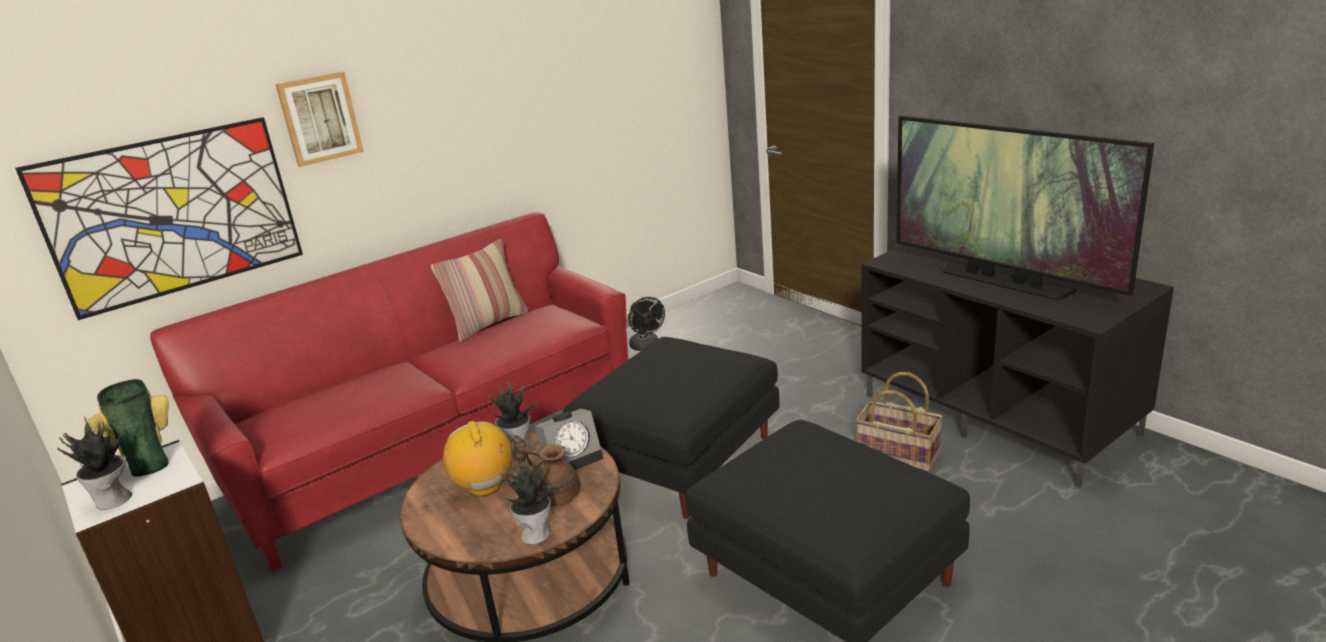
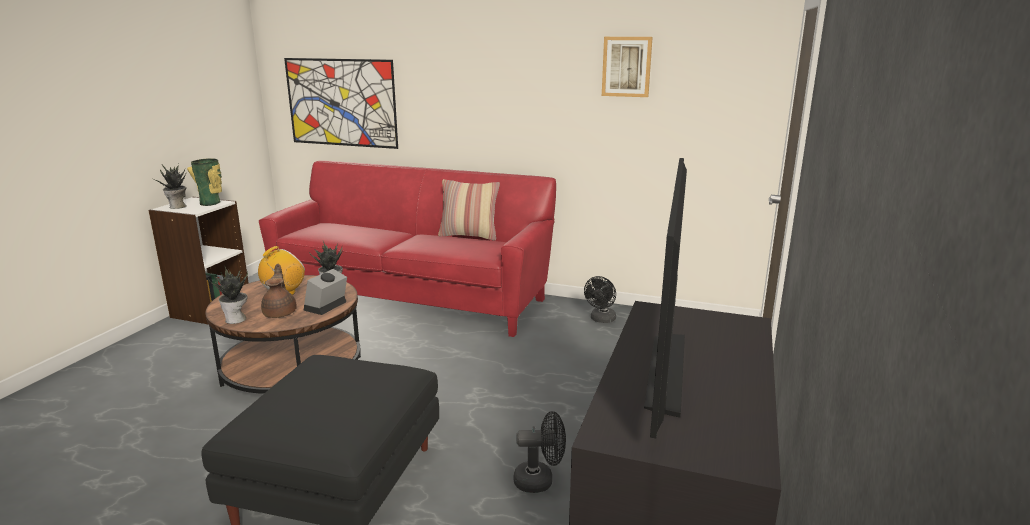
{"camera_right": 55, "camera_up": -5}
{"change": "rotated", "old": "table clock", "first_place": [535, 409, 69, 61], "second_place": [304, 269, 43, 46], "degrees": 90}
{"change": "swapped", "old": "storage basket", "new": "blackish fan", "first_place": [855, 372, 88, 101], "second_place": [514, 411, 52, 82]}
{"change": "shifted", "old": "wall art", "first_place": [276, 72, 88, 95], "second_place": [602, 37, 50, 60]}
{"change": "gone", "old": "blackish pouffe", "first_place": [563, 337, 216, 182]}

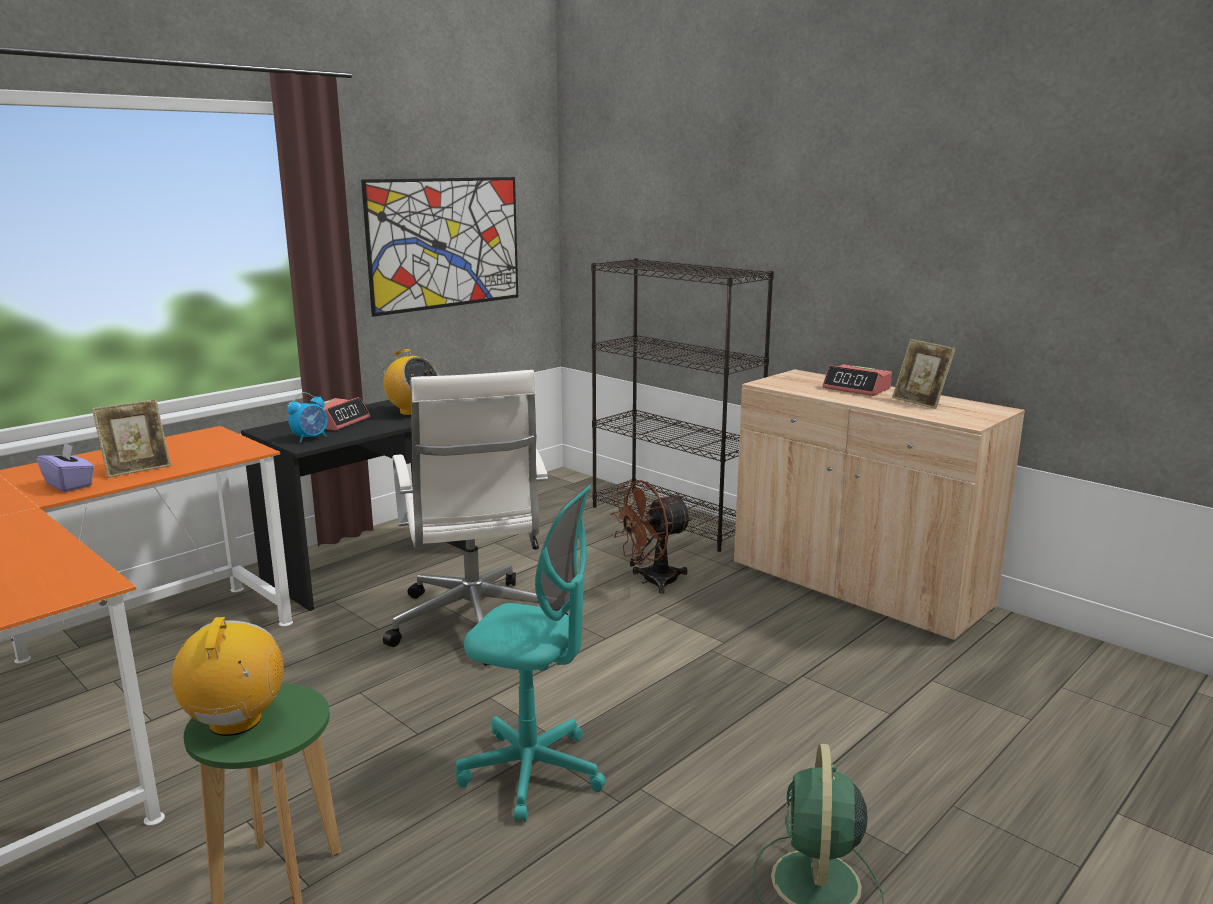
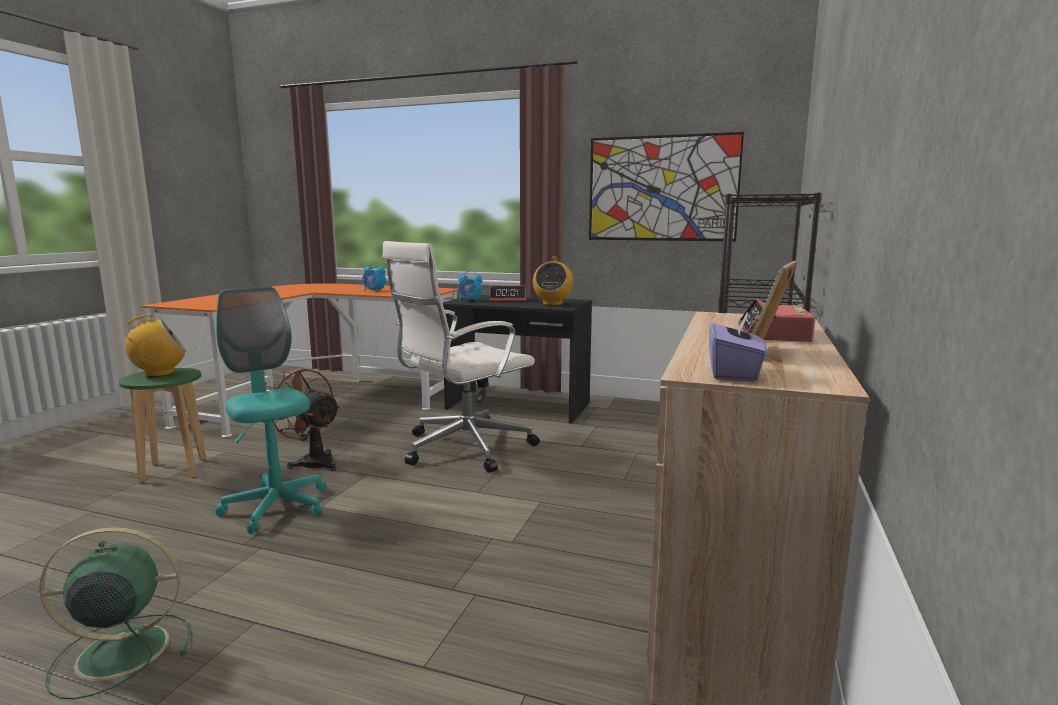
{"camera_right": 65, "camera_up": -5}
{"change": "rotated", "old": "blue-green computer chair", "first_place": [456, 484, 150, 338], "second_place": [216, 286, 110, 248], "degrees": 150}
{"change": "shifted", "old": "brownish fan", "first_place": [610, 480, 83, 114], "second_place": [268, 368, 72, 103]}
{"change": "swapped", "old": "picture frame", "new": "table clock", "first_place": [92, 399, 79, 79], "second_place": [362, 262, 24, 30]}
{"change": "shifted", "old": "purple tissue box", "first_place": [37, 443, 57, 49], "second_place": [709, 310, 58, 72]}

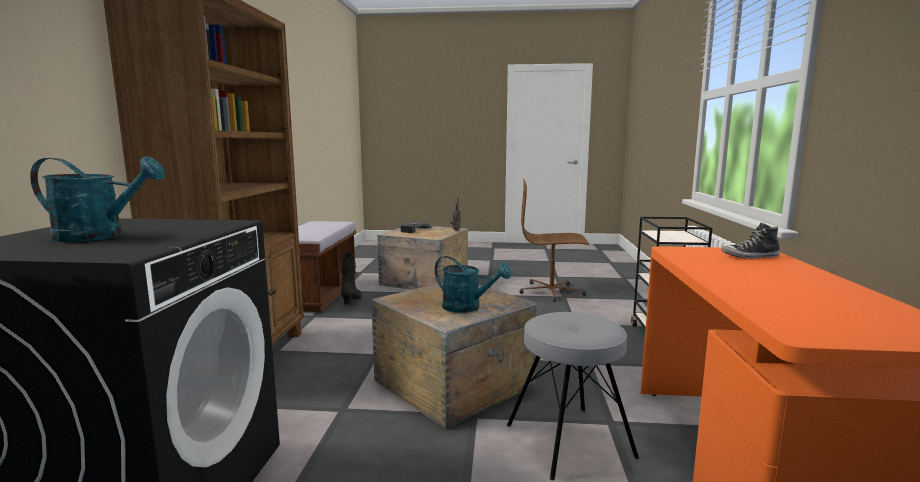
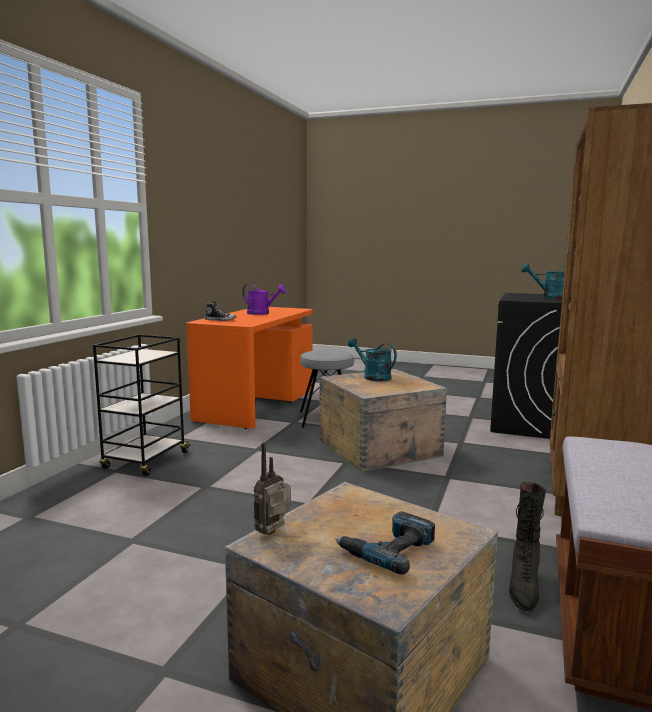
{"camera_right": -165, "camera_up": 0}
{"change": "new", "new": "purple watering can", "second_place": [242, 283, 44, 32]}
{"change": "gone", "old": "brownish computer chair", "first_place": [519, 179, 70, 123]}

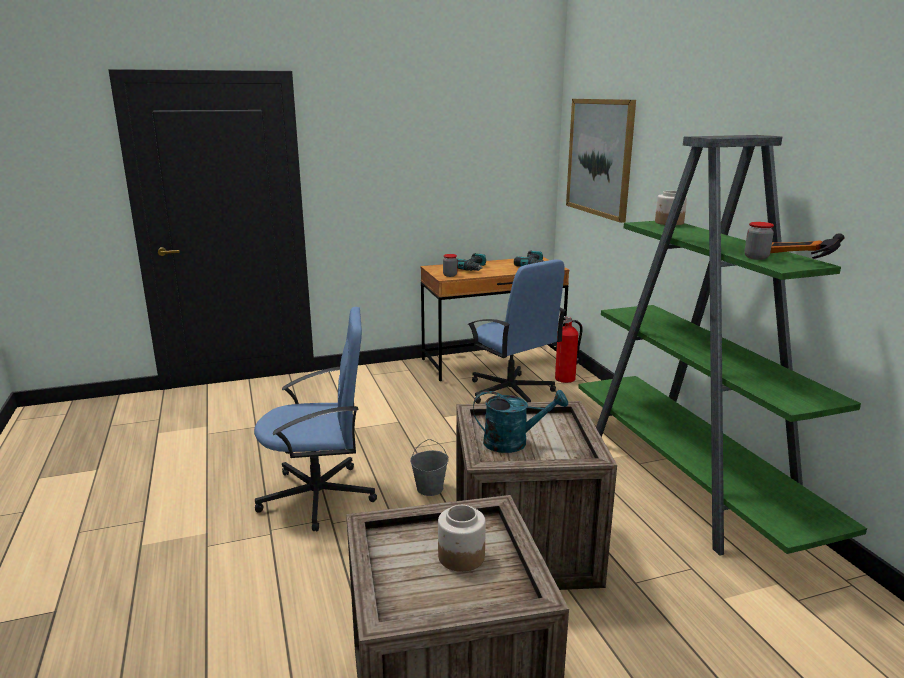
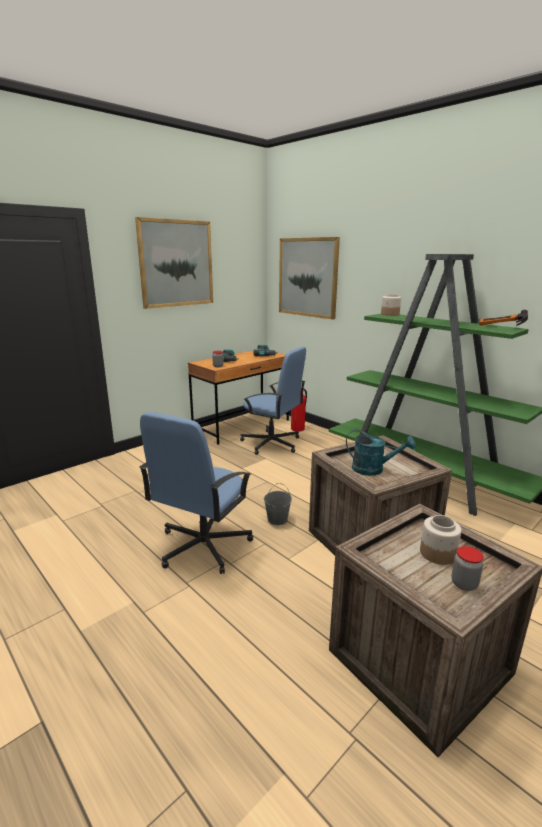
{"camera_right": -25, "camera_up": 0}
{"change": "new", "new": "wall art", "second_place": [135, 217, 78, 92]}
{"change": "rotated", "old": "bluish computer chair", "first_place": [254, 307, 123, 225], "second_place": [139, 412, 114, 162], "degrees": 150}
{"change": "rotated", "old": "blue-green watering can", "first_place": [473, 390, 95, 63], "second_place": [346, 430, 70, 46], "degrees": 45}
{"change": "shifted", "old": "preserve jar", "first_place": [745, 222, 29, 38], "second_place": [451, 546, 33, 45]}

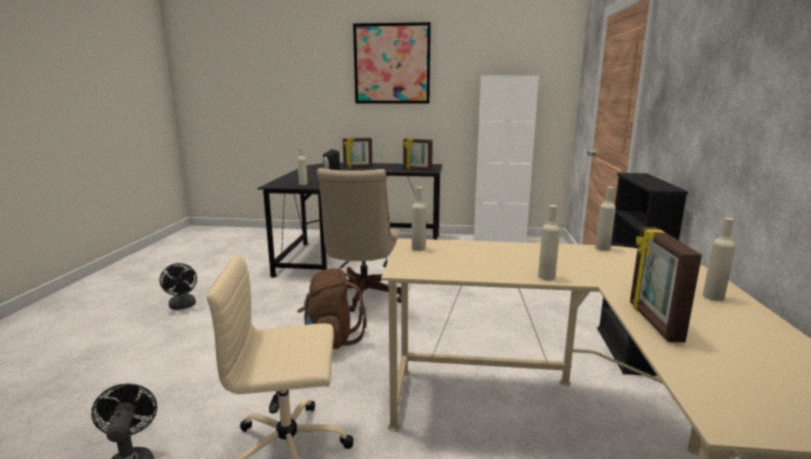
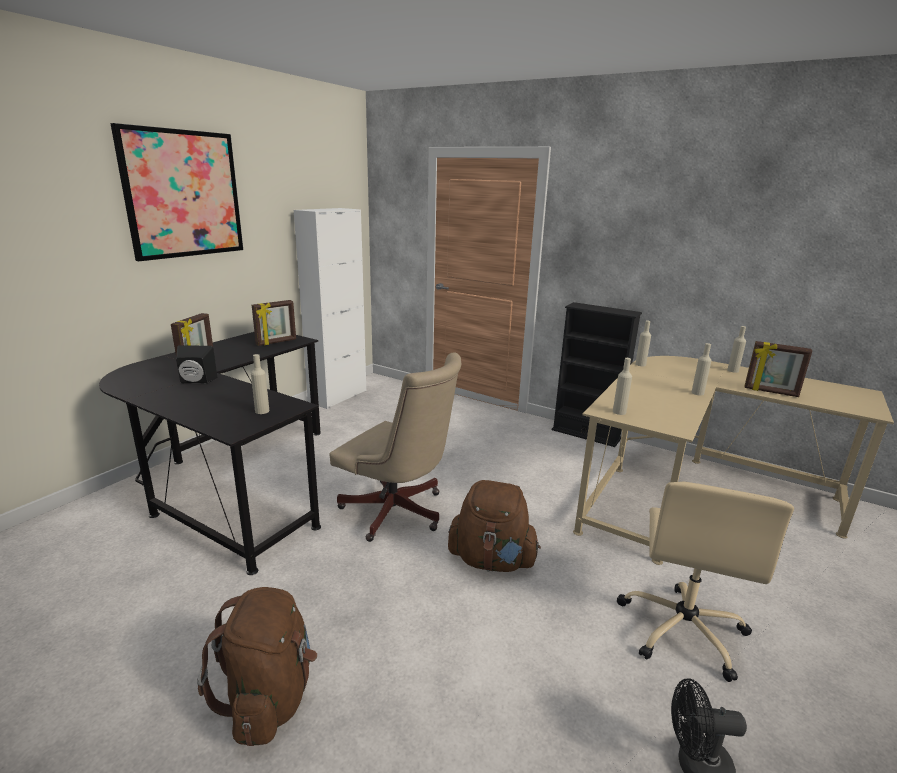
{"camera_right": -65, "camera_up": 5}
{"change": "swapped", "old": "blackish fan", "new": "brownish rucksack", "first_place": [159, 263, 38, 47], "second_place": [197, 587, 120, 159]}

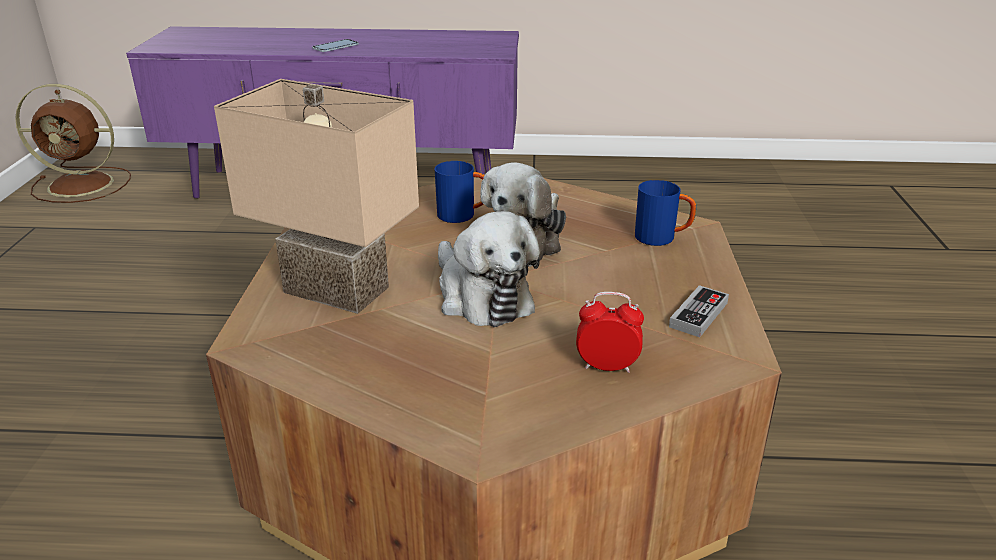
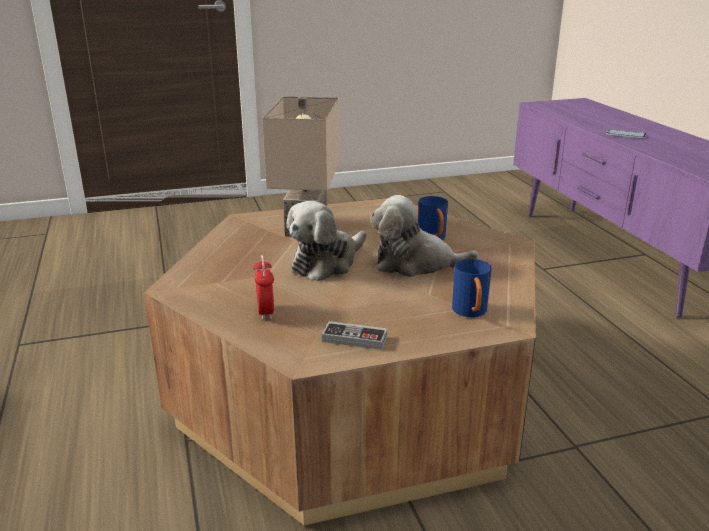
{"camera_right": 70, "camera_up": -5}
{"change": "gone", "old": "brownish fan", "first_place": [15, 84, 116, 119]}

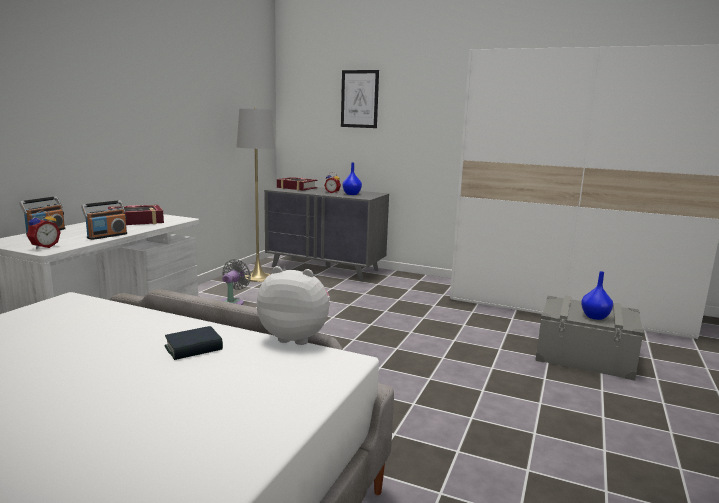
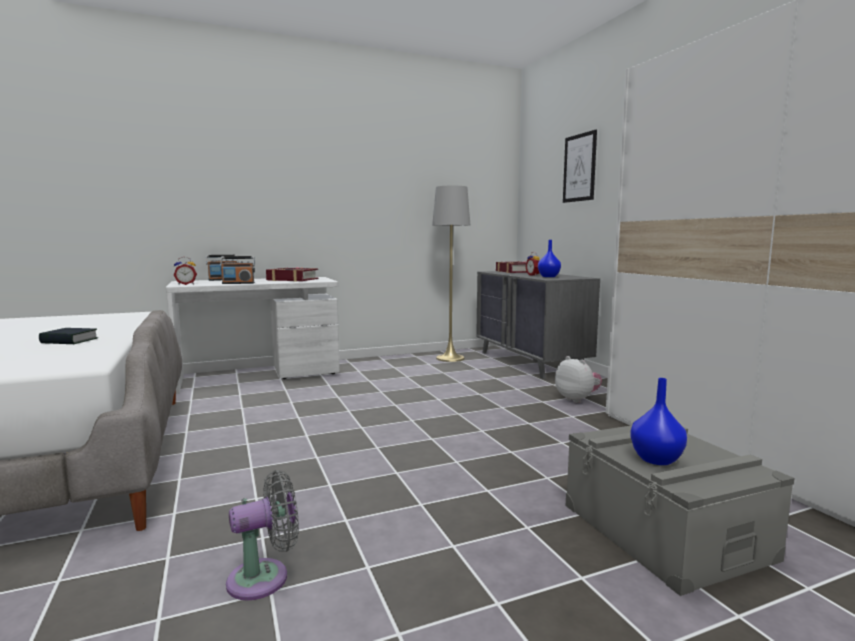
{"camera_right": 45, "camera_up": -5}
{"change": "shifted", "old": "grey fan", "first_place": [221, 259, 30, 46], "second_place": [226, 470, 73, 130]}
{"change": "shifted", "old": "soft toy", "first_place": [257, 266, 73, 79], "second_place": [555, 356, 47, 47]}

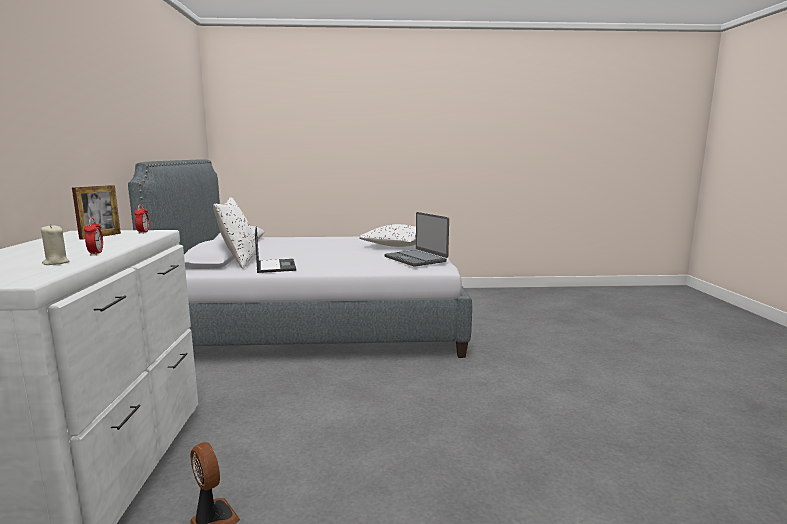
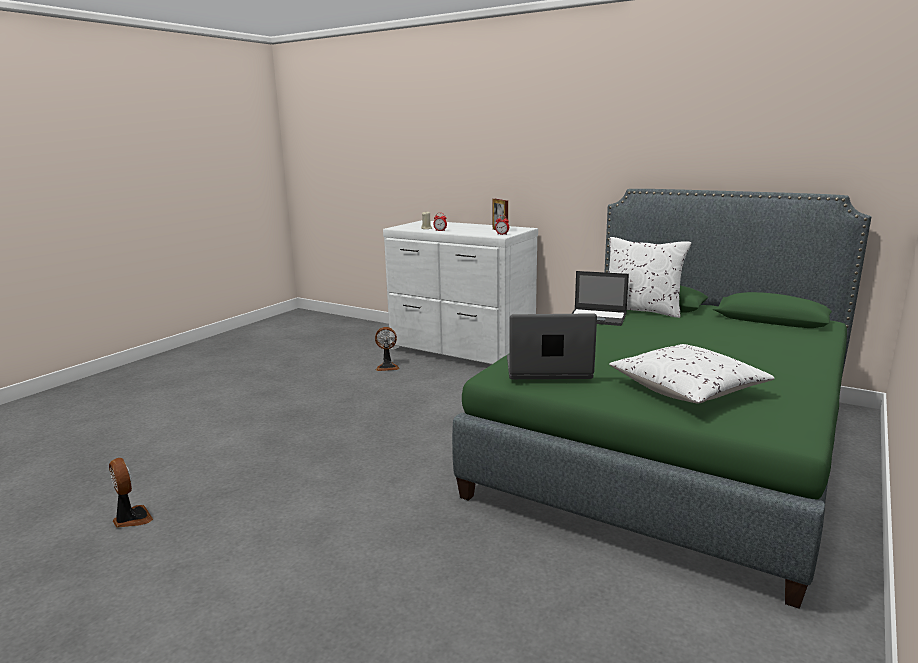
{"camera_right": 125, "camera_up": 5}
{"change": "new", "new": "fan", "second_place": [109, 458, 44, 70]}
{"change": "repainted", "old": "grey sleeping bed", "new": "green-coloured sleeping bed", "first_place": [128, 160, 344, 198], "second_place": [452, 189, 419, 420]}

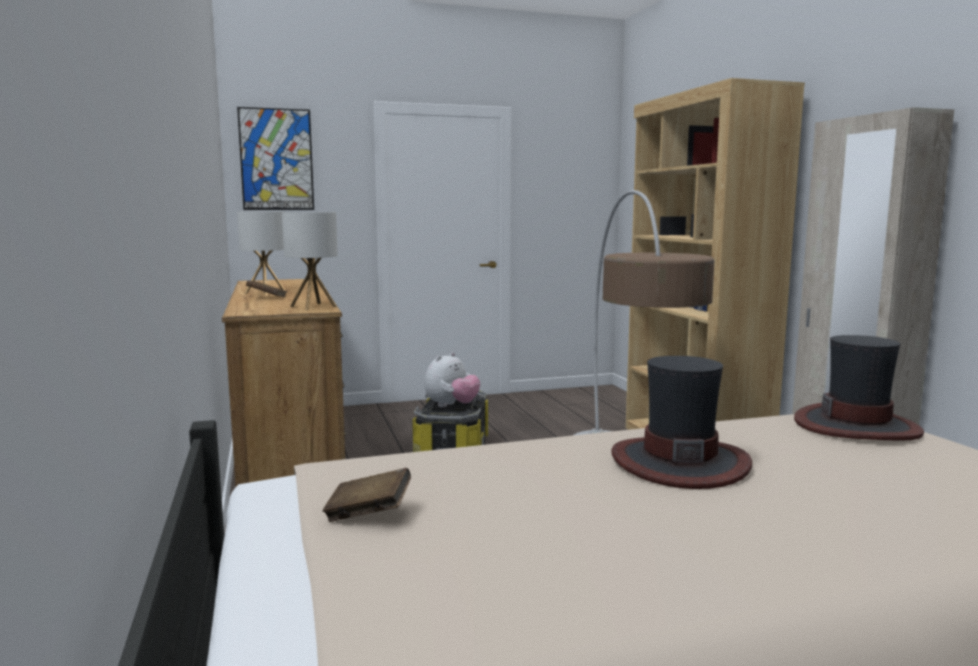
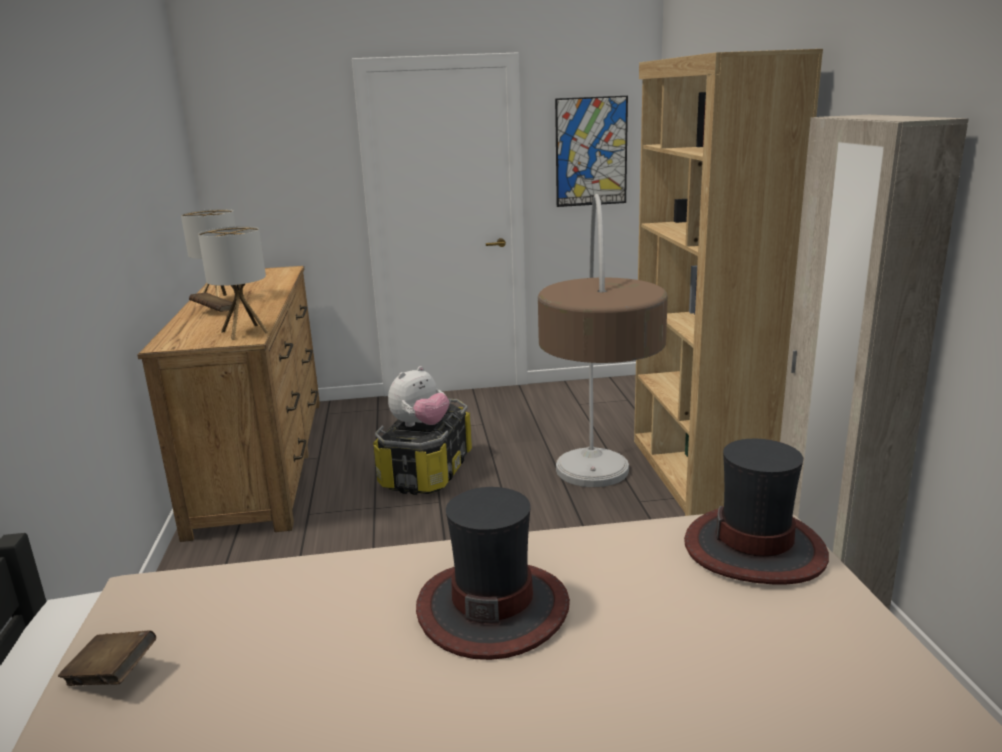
{"camera_right": 10, "camera_up": 10}
{"change": "shifted", "old": "wall art", "first_place": [237, 107, 77, 103], "second_place": [555, 96, 73, 111]}

